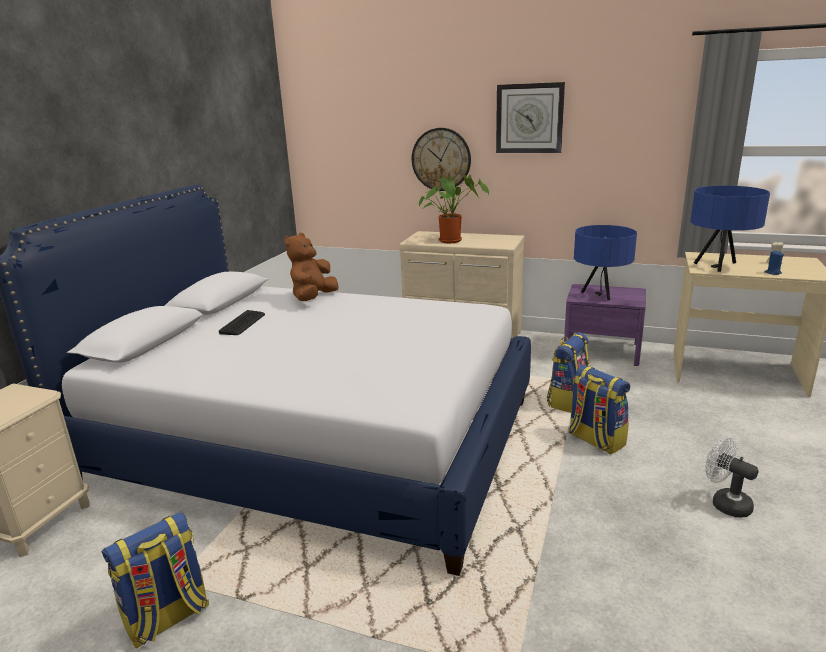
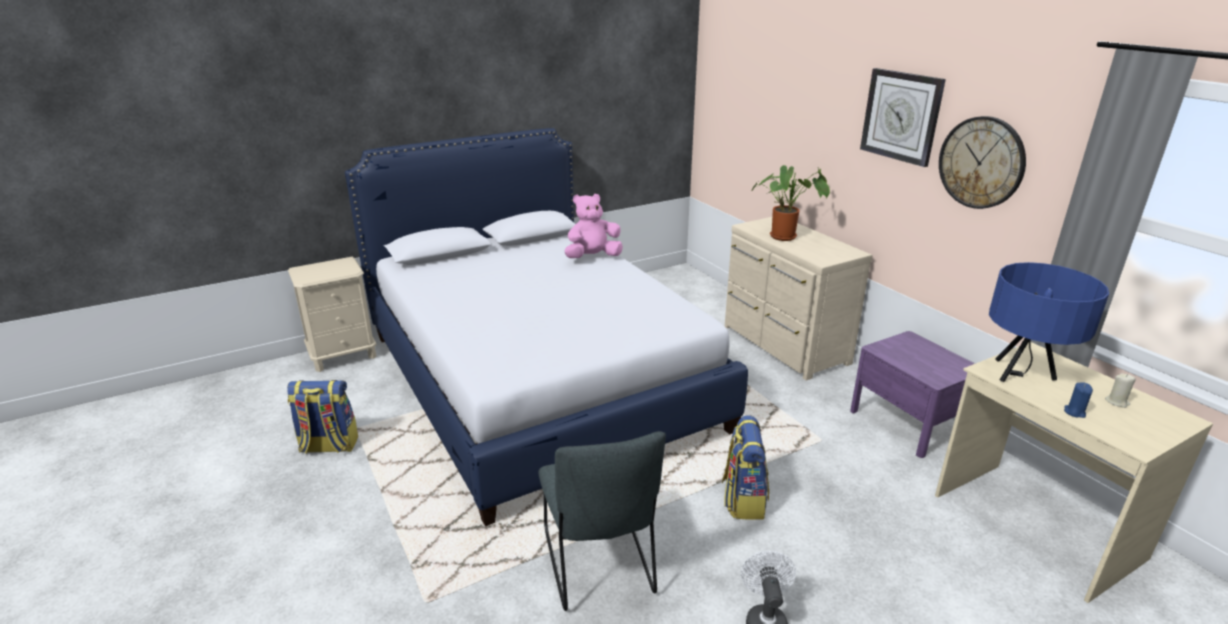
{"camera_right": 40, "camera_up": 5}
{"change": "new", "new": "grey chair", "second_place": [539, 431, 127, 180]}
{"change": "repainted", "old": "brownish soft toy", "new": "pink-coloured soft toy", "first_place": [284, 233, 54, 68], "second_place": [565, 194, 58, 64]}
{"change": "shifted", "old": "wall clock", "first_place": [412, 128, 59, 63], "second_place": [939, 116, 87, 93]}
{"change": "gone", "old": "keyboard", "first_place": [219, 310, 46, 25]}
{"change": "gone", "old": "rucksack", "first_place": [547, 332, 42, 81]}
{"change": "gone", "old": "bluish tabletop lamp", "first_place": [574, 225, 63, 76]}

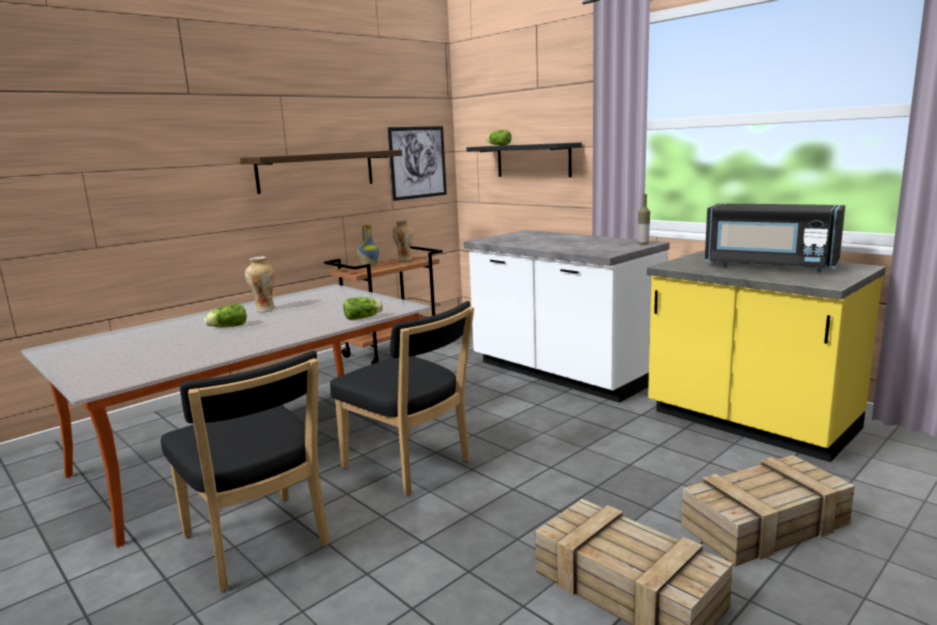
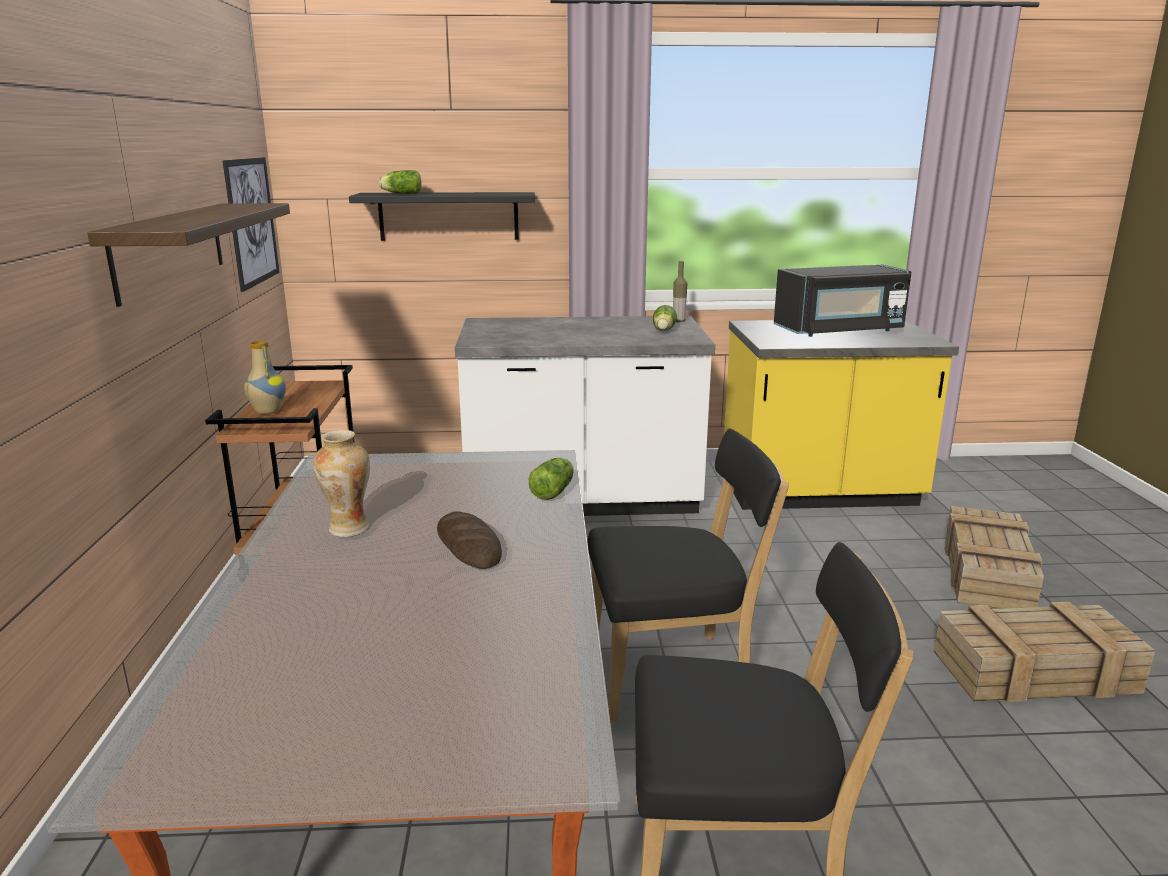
{"camera_right": -50, "camera_up": 5}
{"change": "new", "new": "bakery bread", "second_place": [437, 511, 65, 58]}
{"change": "shifted", "old": "head of lettuce", "first_place": [204, 304, 43, 24], "second_place": [653, 305, 24, 26]}
{"change": "gone", "old": "vase", "first_place": [392, 220, 21, 41]}

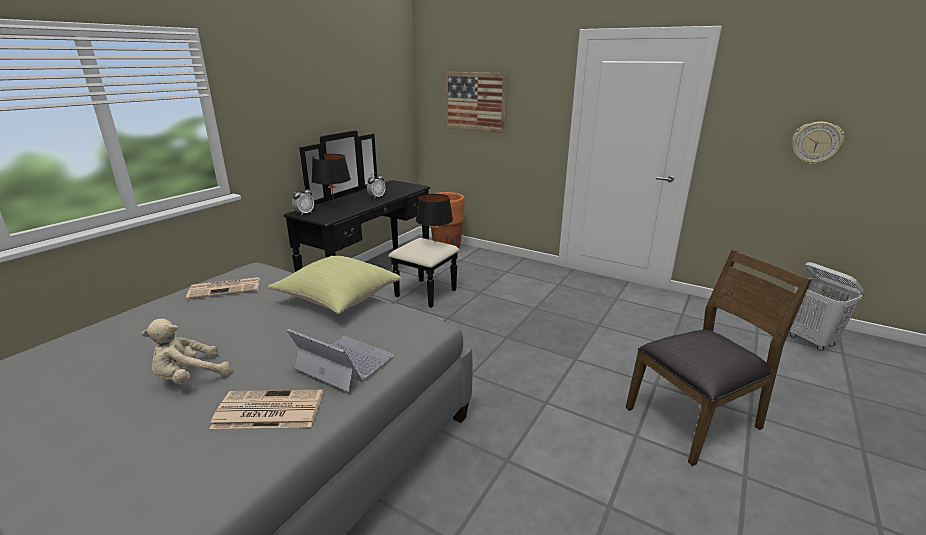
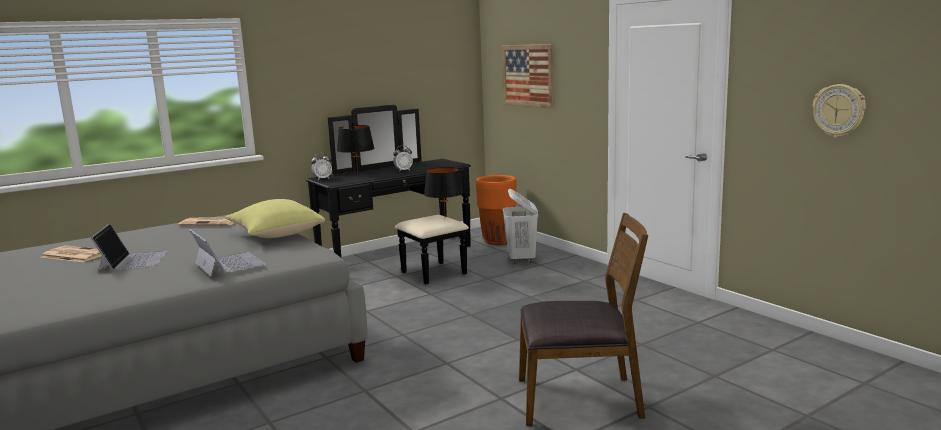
{"camera_right": 25, "camera_up": -10}
{"change": "shifted", "old": "printed paper", "first_place": [210, 390, 113, 39], "second_place": [41, 245, 61, 17]}
{"change": "swapped", "old": "beige-coloured soft toy", "new": "notebook computer", "first_place": [141, 319, 90, 66], "second_place": [91, 224, 77, 48]}
{"change": "shifted", "old": "whitish hamper", "first_place": [790, 262, 74, 89], "second_place": [503, 189, 35, 75]}

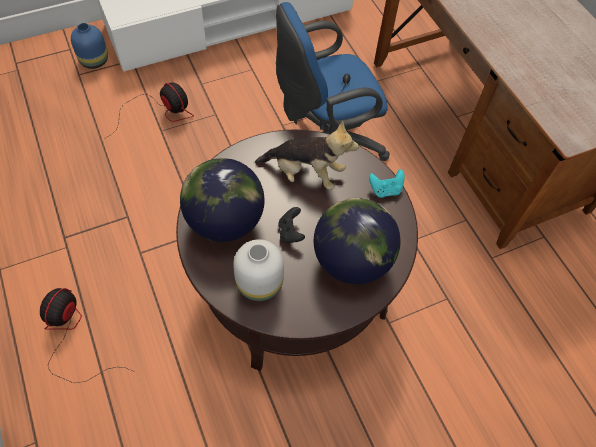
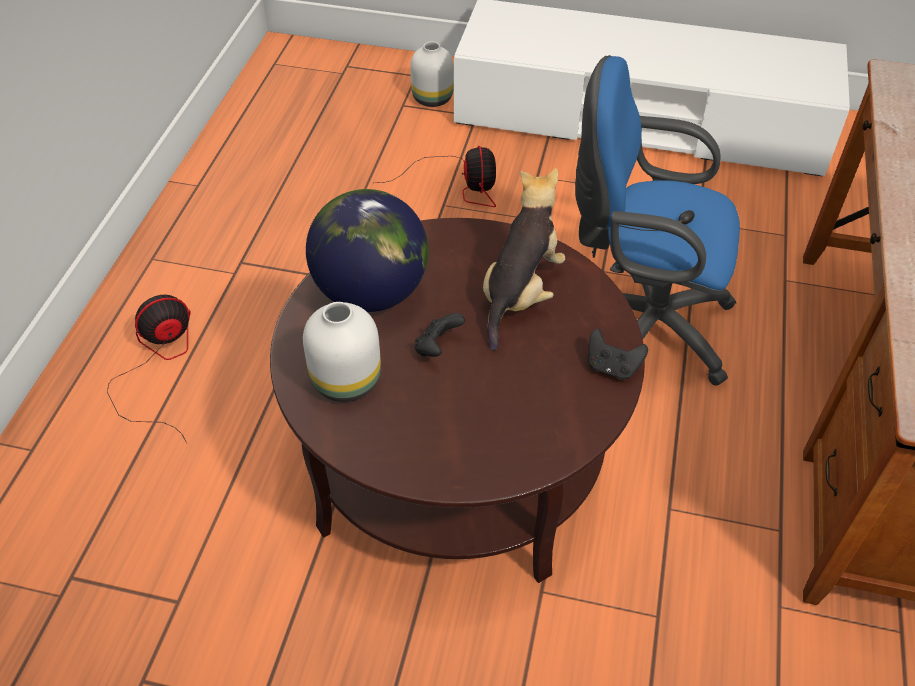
{"camera_right": 40, "camera_up": -10}
{"change": "repainted", "old": "bluish vase", "new": "whitish vase", "first_place": [71, 23, 37, 46], "second_place": [410, 41, 44, 66]}
{"change": "rotated", "old": "soft toy", "first_place": [255, 120, 104, 70], "second_place": [483, 168, 82, 183], "degrees": -120}
{"change": "repainted", "old": "blue-green gamepad", "new": "blackish gamepad", "first_place": [369, 169, 36, 29], "second_place": [588, 328, 60, 52]}
{"change": "gone", "old": "globe", "first_place": [314, 198, 87, 87]}

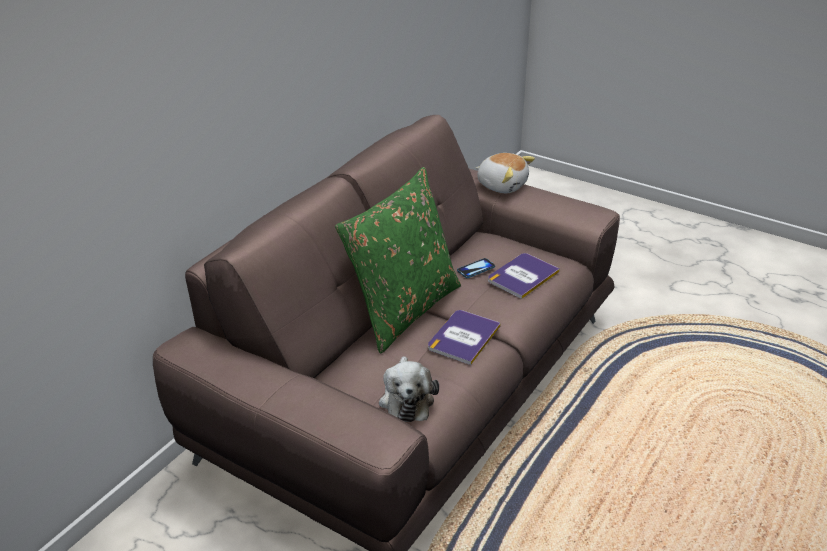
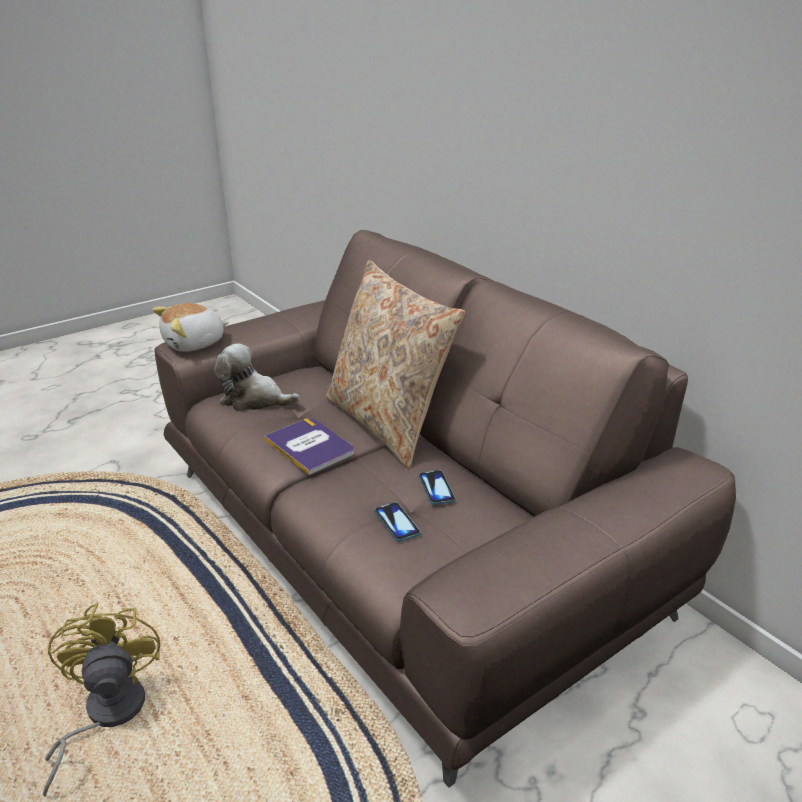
{"camera_right": 110, "camera_up": -5}
{"change": "new", "new": "yellowish fan", "second_place": [43, 603, 118, 194]}
{"change": "shifted", "old": "soft toy", "first_place": [476, 153, 59, 40], "second_place": [152, 303, 77, 49]}
{"change": "repainted", "old": "green-coloured throw pillow", "new": "beige-coloured throw pillow", "first_place": [335, 167, 126, 186], "second_place": [326, 260, 139, 208]}
{"change": "swapped", "old": "volume", "new": "phone", "first_place": [488, 253, 72, 46], "second_place": [375, 502, 46, 40]}

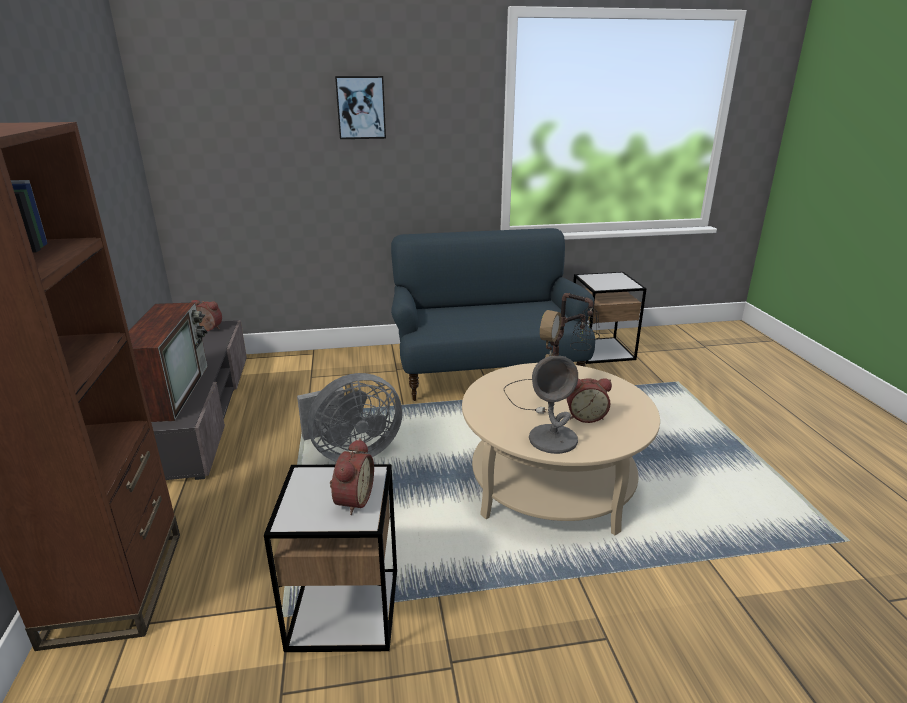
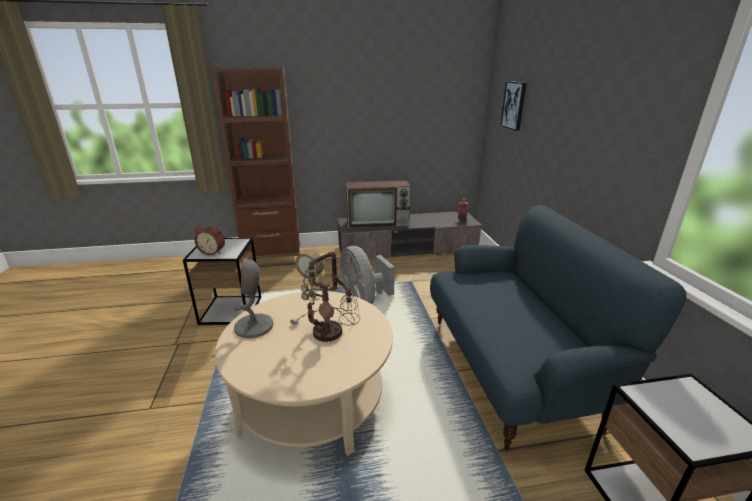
{"camera_right": 90, "camera_up": 0}
{"change": "shifted", "old": "wall art", "first_place": [335, 76, 51, 63], "second_place": [500, 81, 26, 50]}
{"change": "gone", "old": "table clock", "first_place": [567, 378, 45, 45]}

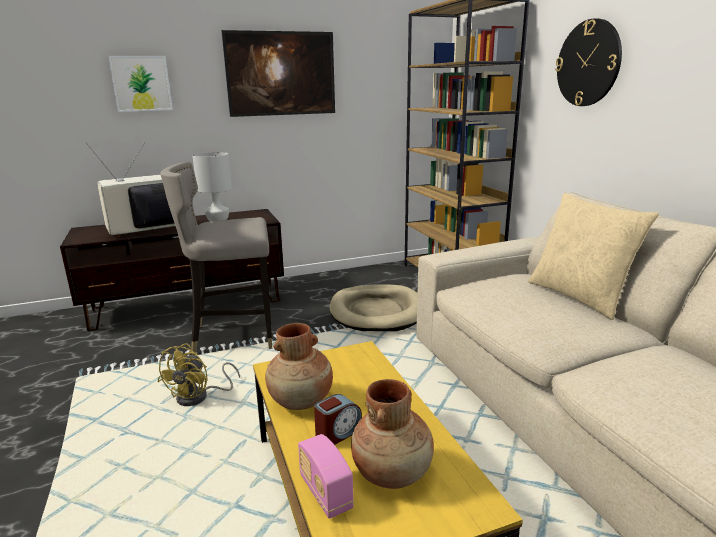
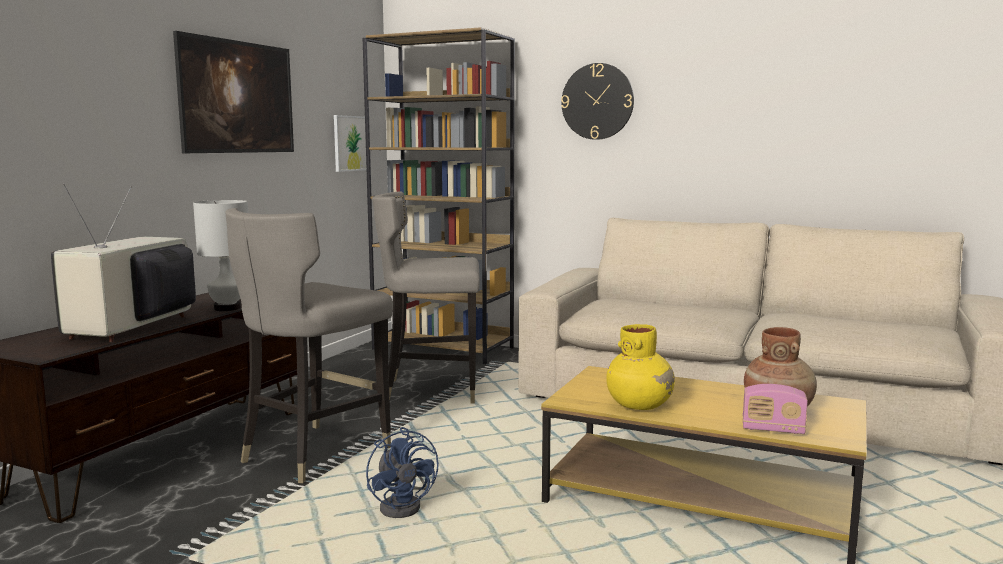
{"camera_right": -45, "camera_up": -10}
{"change": "shifted", "old": "wall art", "first_place": [109, 56, 64, 56], "second_place": [334, 115, 33, 57]}
{"change": "repainted", "old": "yellowish fan", "new": "bluish fan", "first_place": [158, 344, 82, 62], "second_place": [366, 427, 73, 91]}
{"change": "swapped", "old": "beige-coloured dog bed", "new": "grey stool", "first_place": [330, 284, 88, 47], "second_place": [372, 191, 108, 213]}
{"change": "repainted", "old": "brownish vase", "new": "yellowish vase", "first_place": [265, 323, 68, 87], "second_place": [606, 324, 69, 86]}
{"change": "gone", "old": "table clock", "first_place": [314, 394, 48, 51]}
{"change": "gone", "old": "beige-coloured throw pillow", "first_place": [528, 193, 131, 127]}

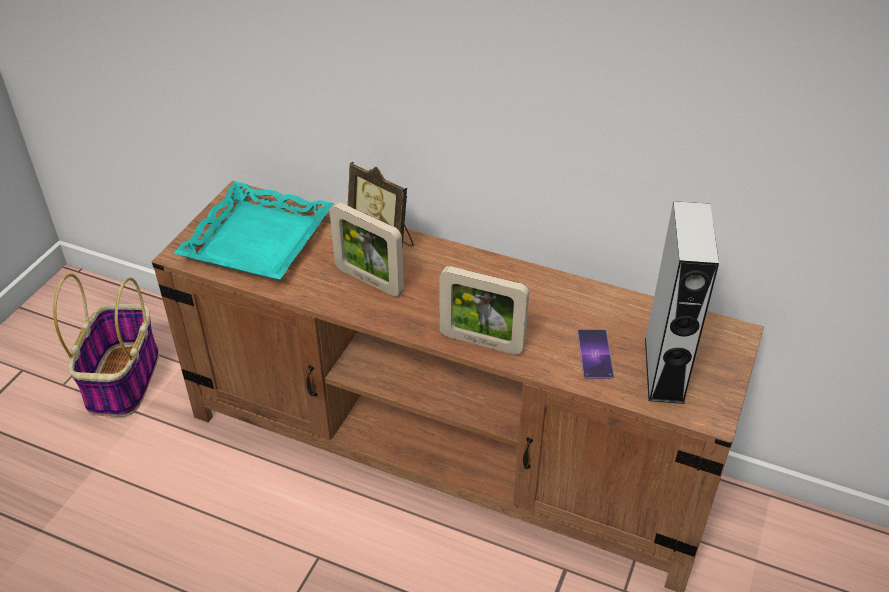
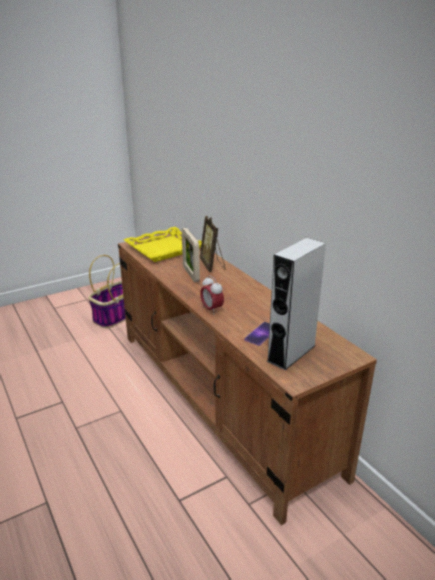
{"camera_right": 35, "camera_up": -15}
{"change": "repainted", "old": "blue-green serving tray", "new": "yellowish serving tray", "first_place": [174, 182, 160, 98], "second_place": [124, 227, 78, 35]}
{"change": "swapped", "old": "picture frame", "new": "table clock", "first_place": [439, 266, 90, 89], "second_place": [200, 275, 24, 40]}

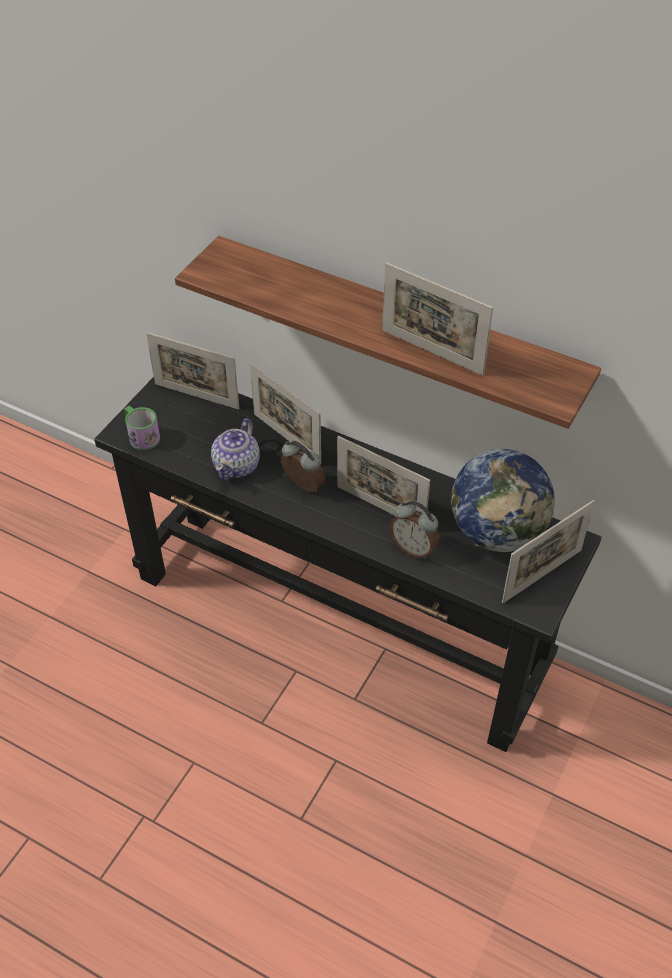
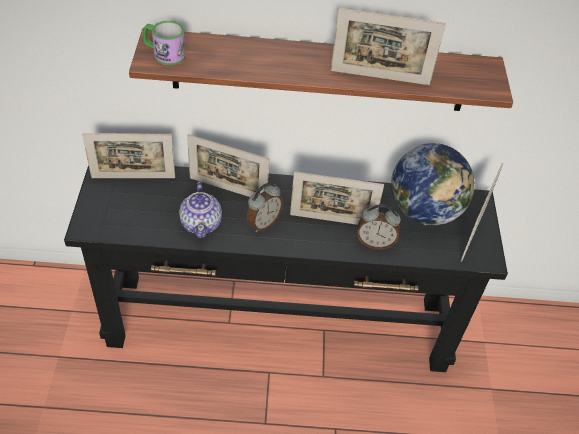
{"camera_right": -30, "camera_up": 0}
{"change": "shifted", "old": "mug", "first_place": [124, 406, 36, 44], "second_place": [143, 21, 43, 44]}
{"change": "rotated", "old": "table clock", "first_place": [281, 441, 44, 51], "second_place": [246, 183, 38, 49], "degrees": 120}

